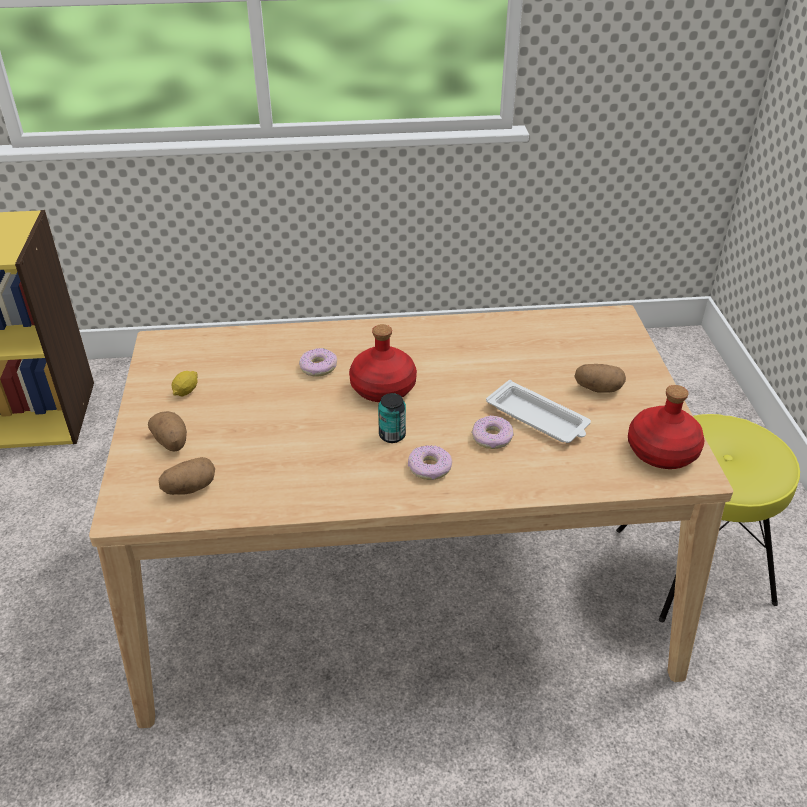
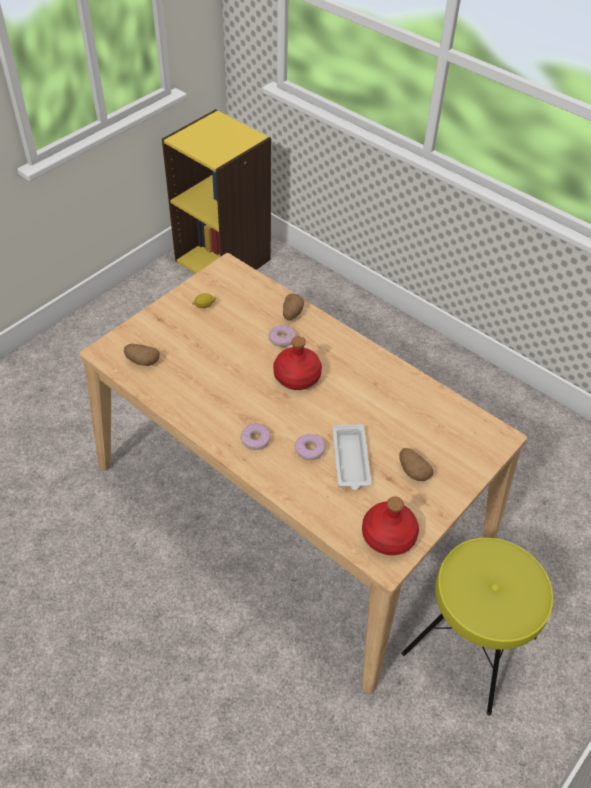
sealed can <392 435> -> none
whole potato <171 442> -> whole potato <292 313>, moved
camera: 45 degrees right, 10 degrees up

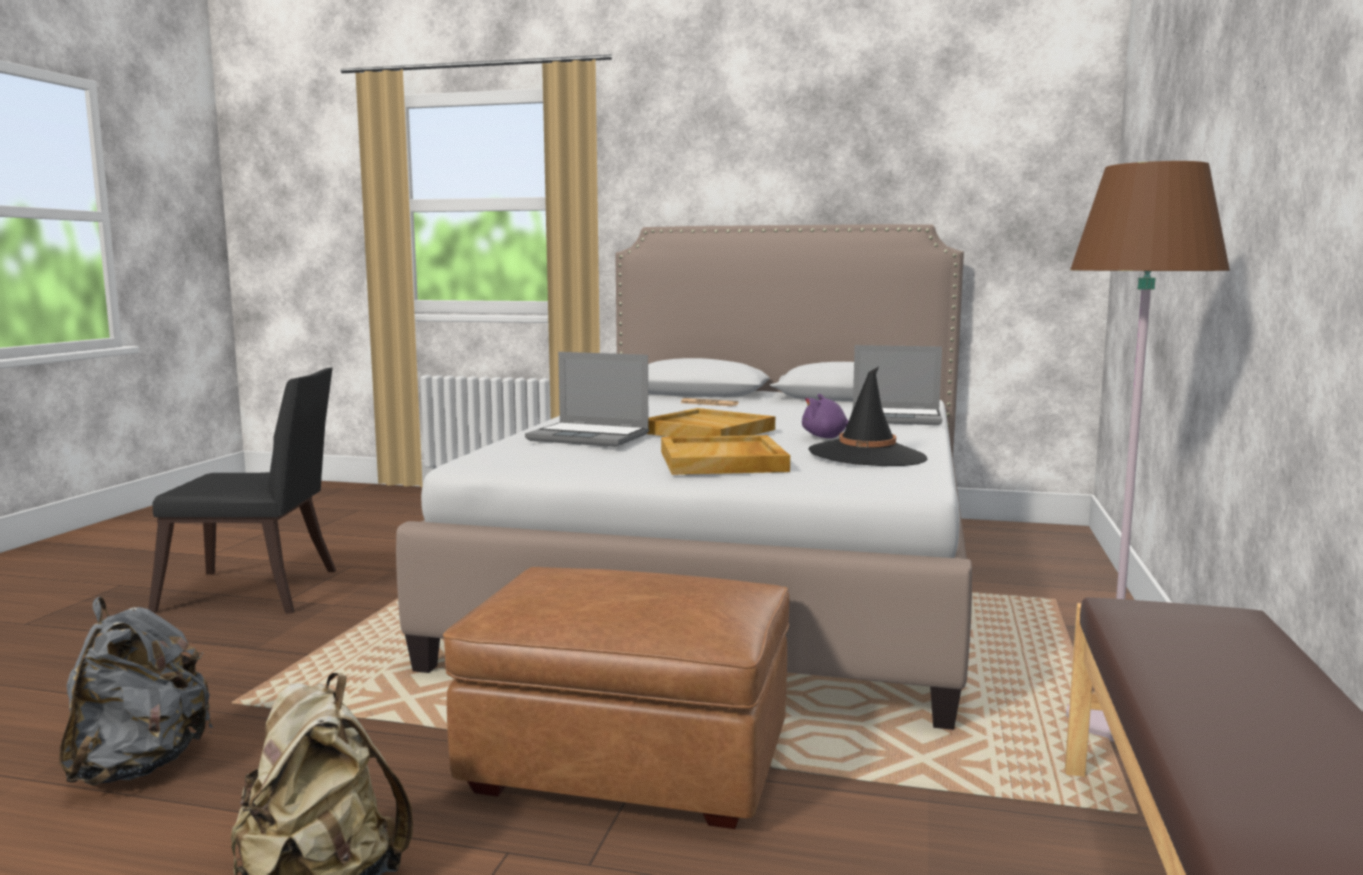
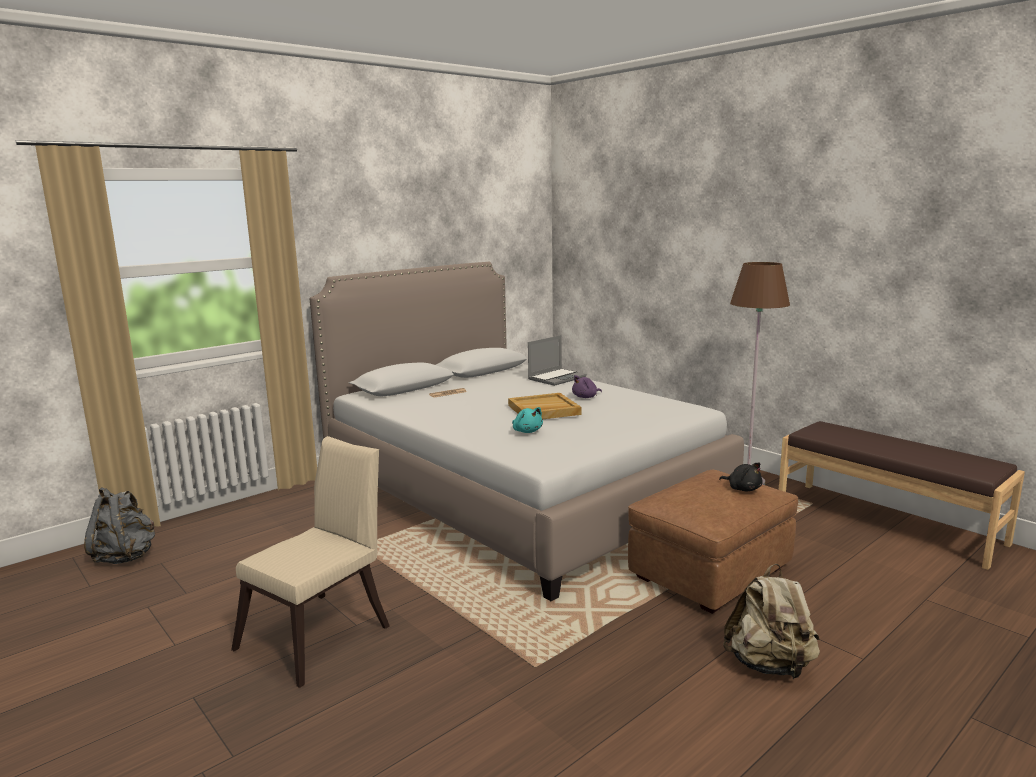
beige-coloured carrying tray <723 461> -> none
black-coloured hat <867 456> -> none
none -> black-coloured soft toy <743 489>
grey rucksack <139 766> -> grey rucksack <126 557>, moved
notebook computer <590 437> -> turquoise soft toy <527 431>
black-coloured upright chair <259 593> -> beige-coloured upright chair <322 633>
camera: 55 degrees left, 5 degrees up

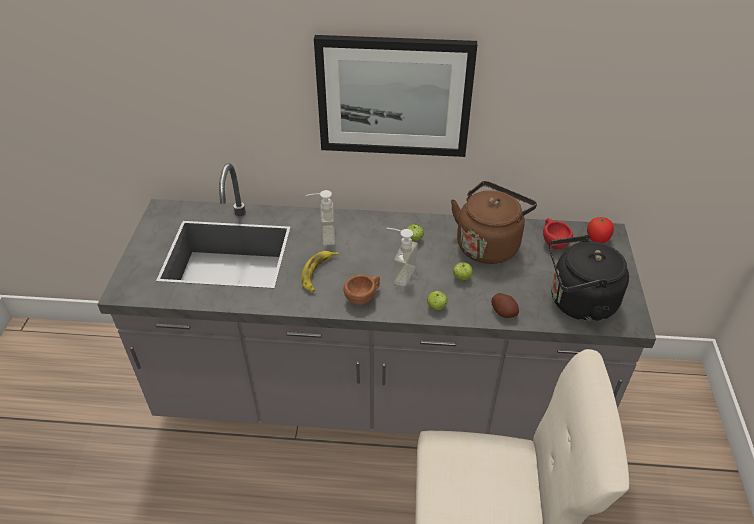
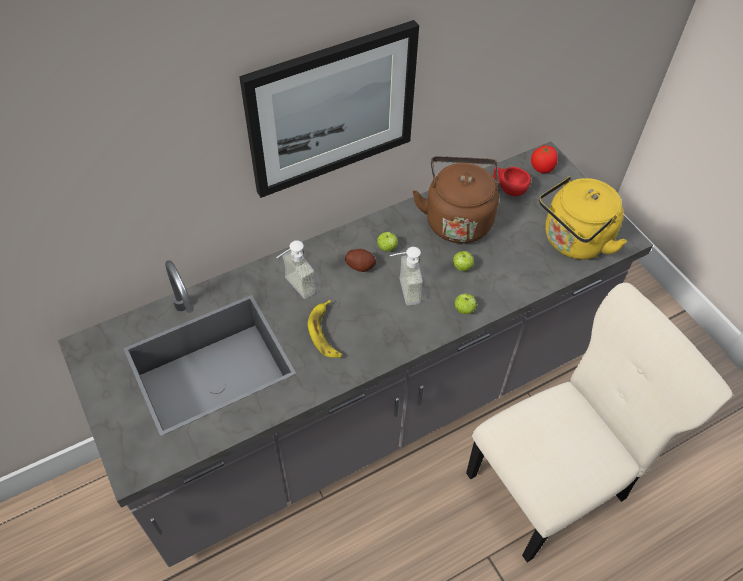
brown-coloured drinking cup <363 297> -> none
whole potato <504 312> -> whole potato <360 265>, moved
black-coloured tea kettle <578 303> -> yellowish tea kettle <573 242>
camera: 35 degrees left, 10 degrees up

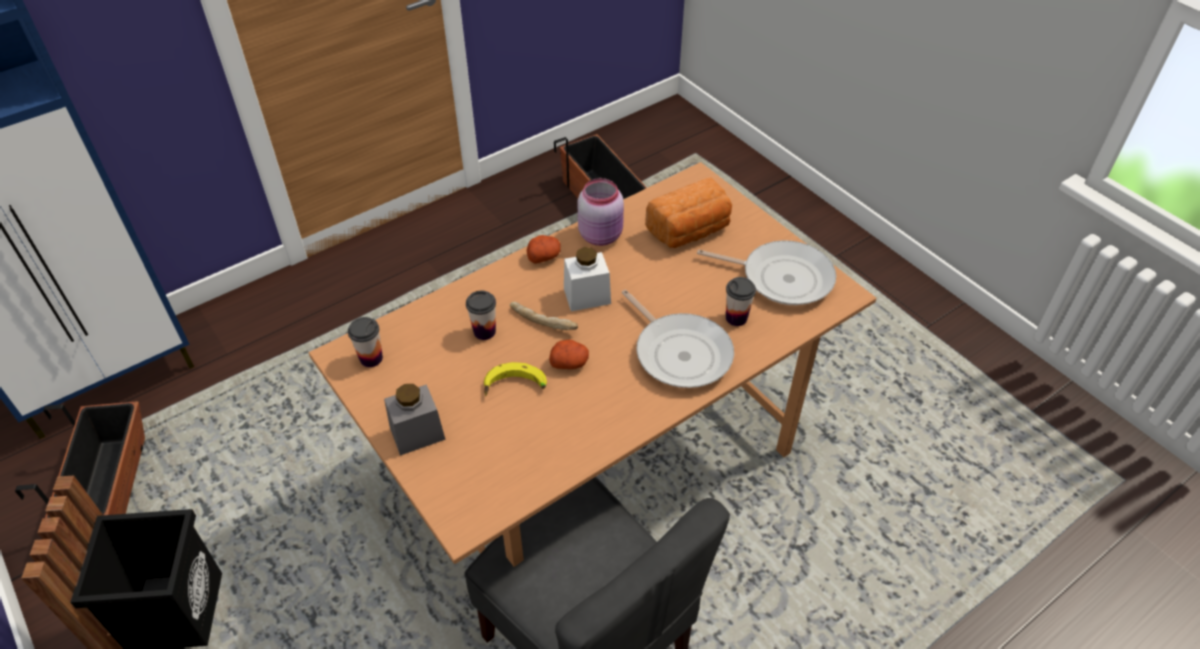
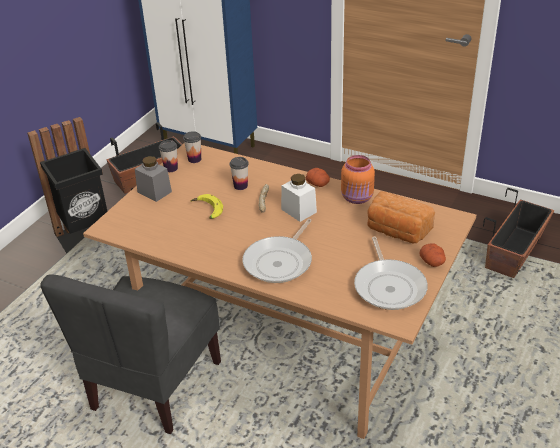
whole potato <569 362> -> whole potato <432 262>, moved
drinking cup <736 318> -> drinking cup <171 168>, moved
pinkish jar <602 235> -> orange jar <357 198>
camera: 65 degrees right, 10 degrees down

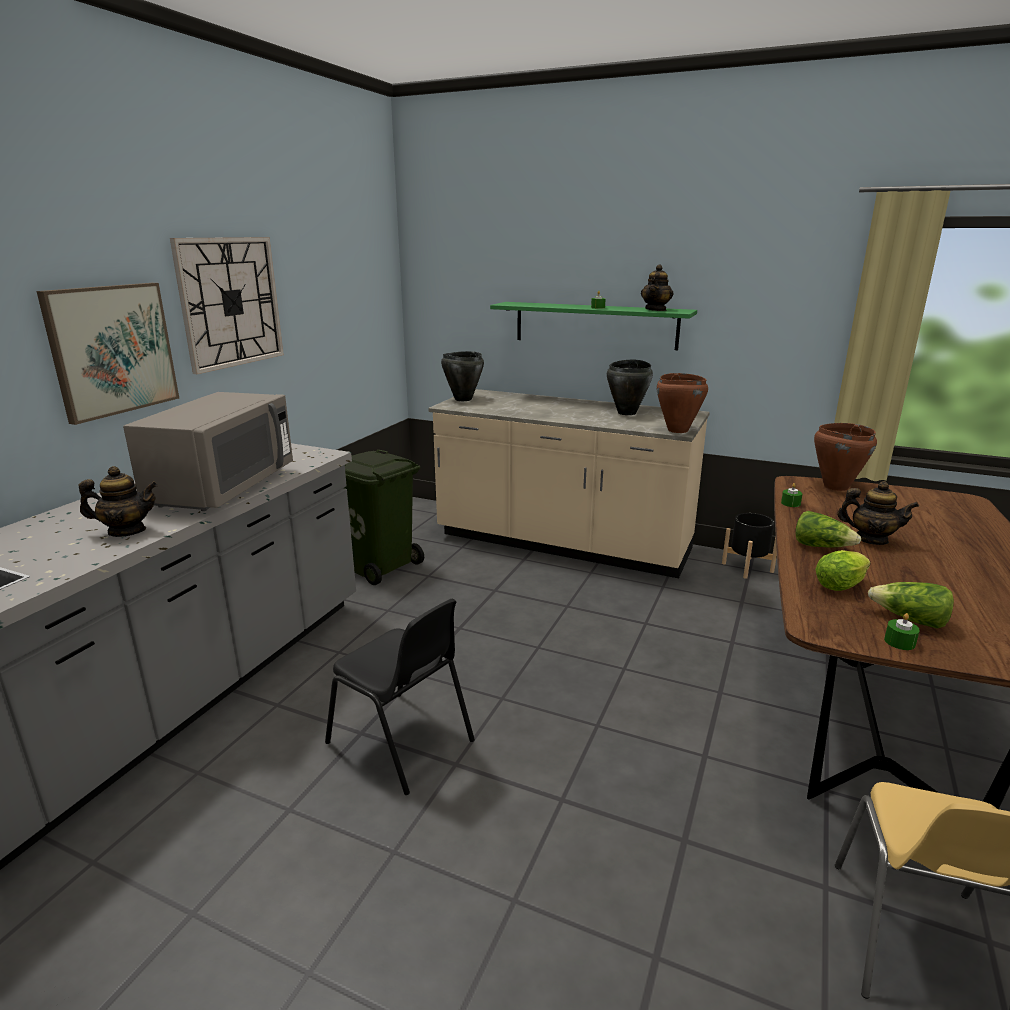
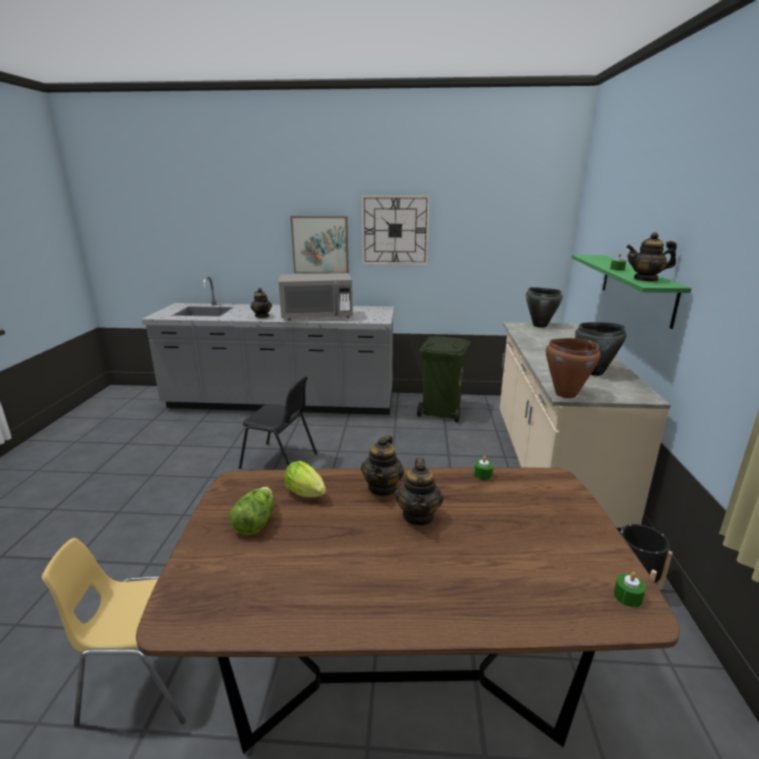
brown-coloured cooking pot <835 487> -> none
green candle <899 642> -> green candle <627 596>, moved
lettuce head <821 546> -> tea pot <382 488>
black-coloured upright chair <402 742> -> black-coloured upright chair <280 461>, 90 degrees counterclockwise
camera: 70 degrees right, 0 degrees up

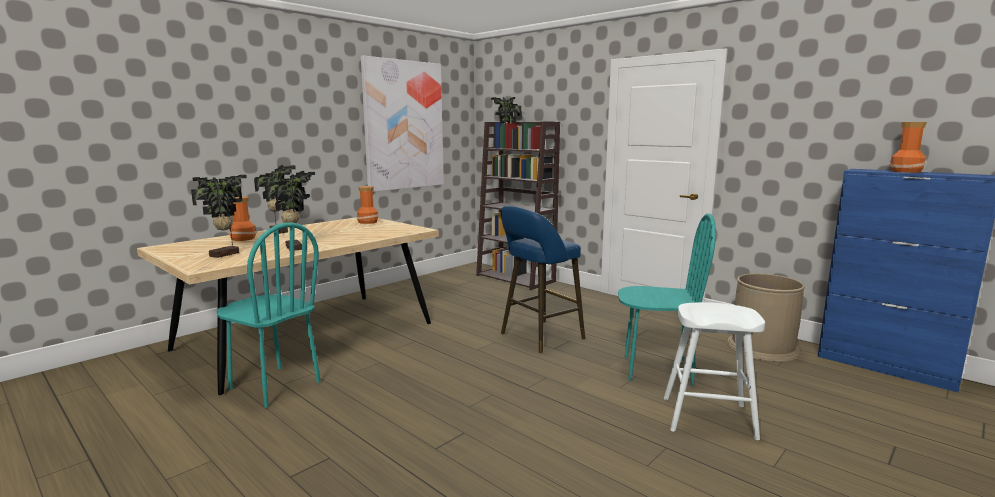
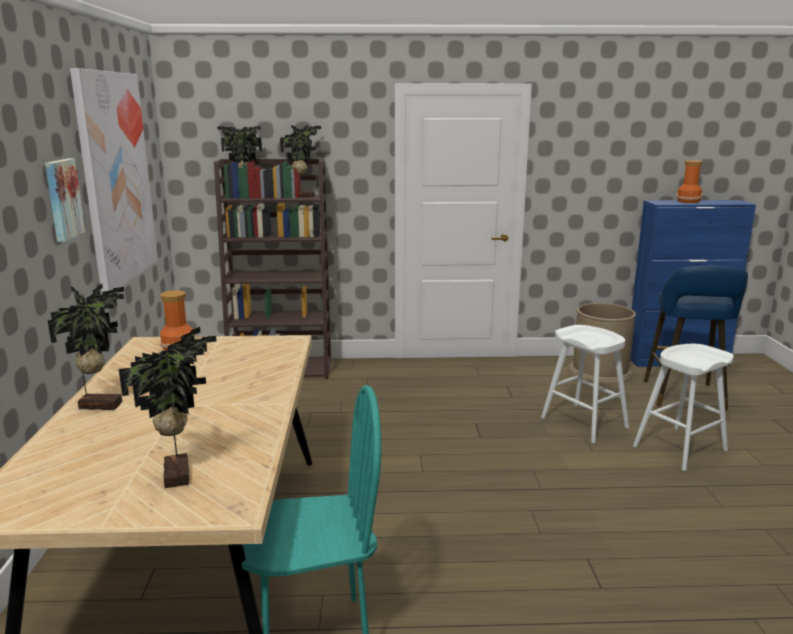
vase <242 239> -> none
none -> picture <62 199>
potted plant <295 248> -> potted plant <302 196>, moved
blue stool seat <538 337> -> blue stool seat <685 397>, moved
turquoise upright chair <657 370> -> white stool seat <584 423>
camera: 45 degrees left, 5 degrees up

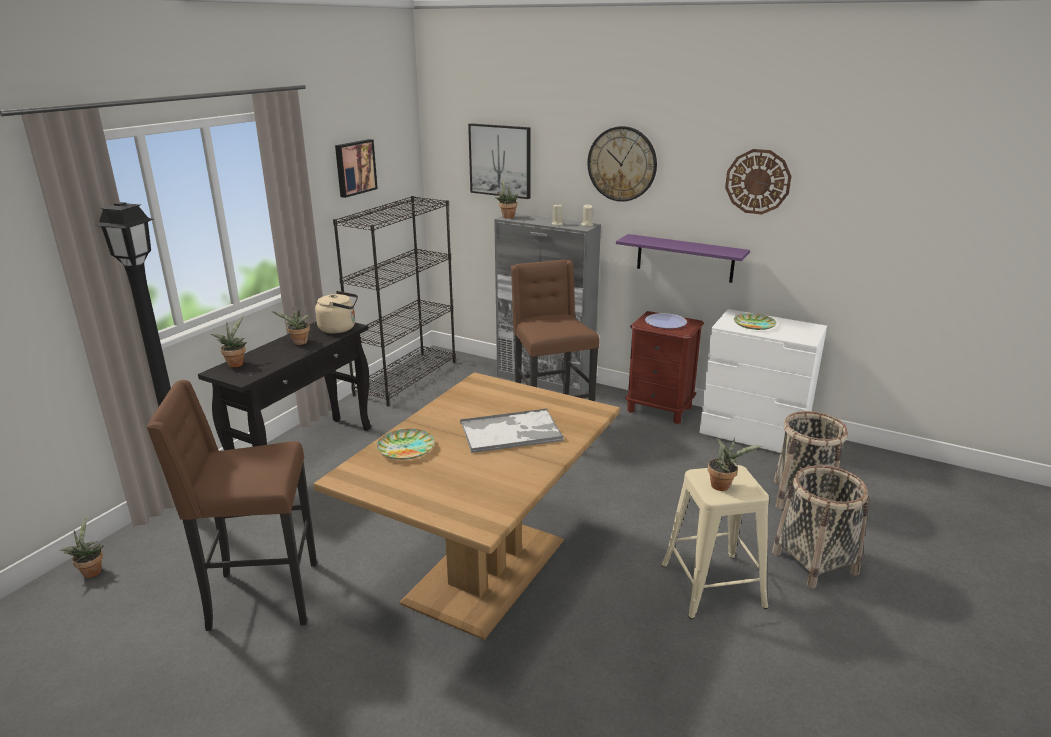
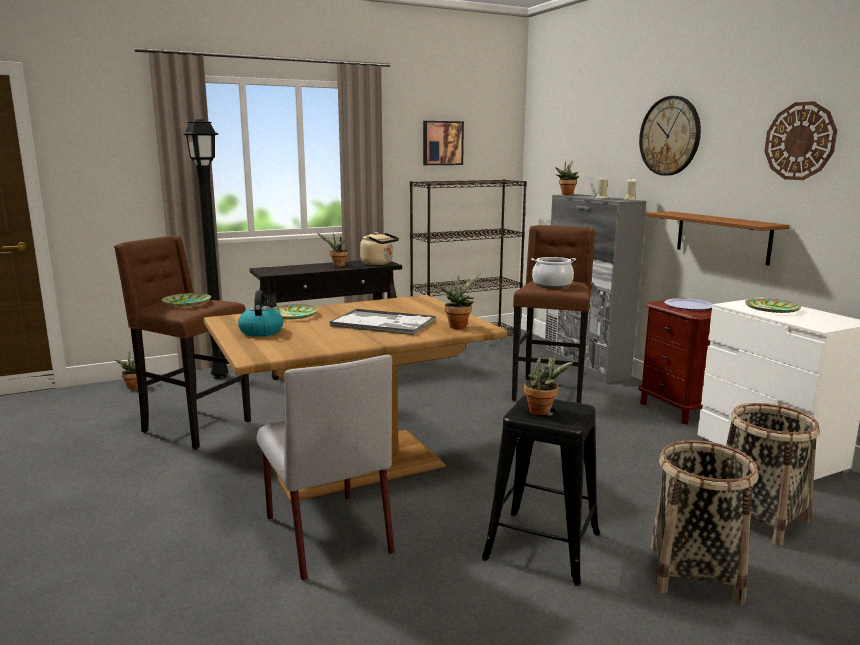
picture <500 160> -> none
none -> dinner plate <186 303>
none -> tea kettle <261 331>
none -> grey upright chair <326 533>
none -> cooking pot <552 284>
potted plant <235 363> -> potted plant <458 326>, moved
purplish shelf <685 258> -> brown-coloured shelf <722 237>
beige-coloured stool seat <712 585> -> black-coloured stool seat <543 546>
camera: 35 degrees right, 10 degrees down

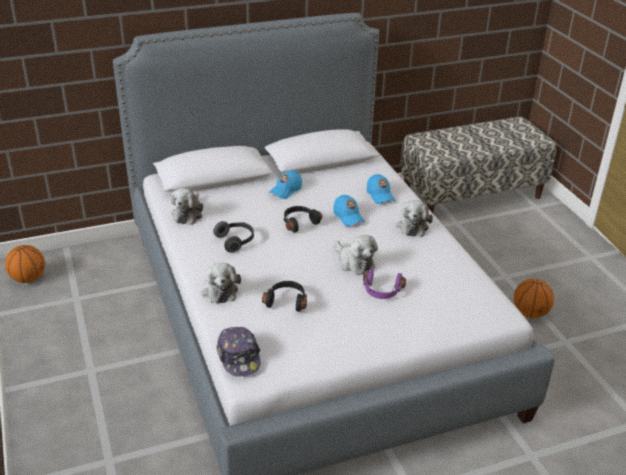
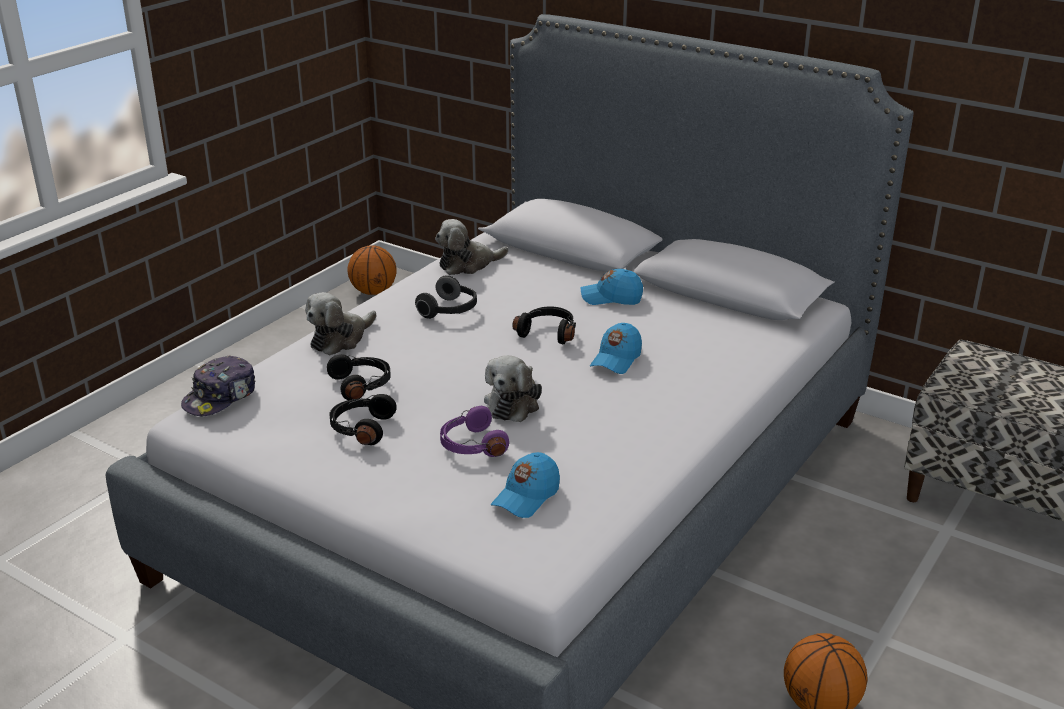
soft toy <412 225> -> none
none -> black-coloured pair of headphones <361 428>
blue baseball cap <380 195> -> blue baseball cap <526 497>, moved
camera: 55 degrees right, 5 degrees down

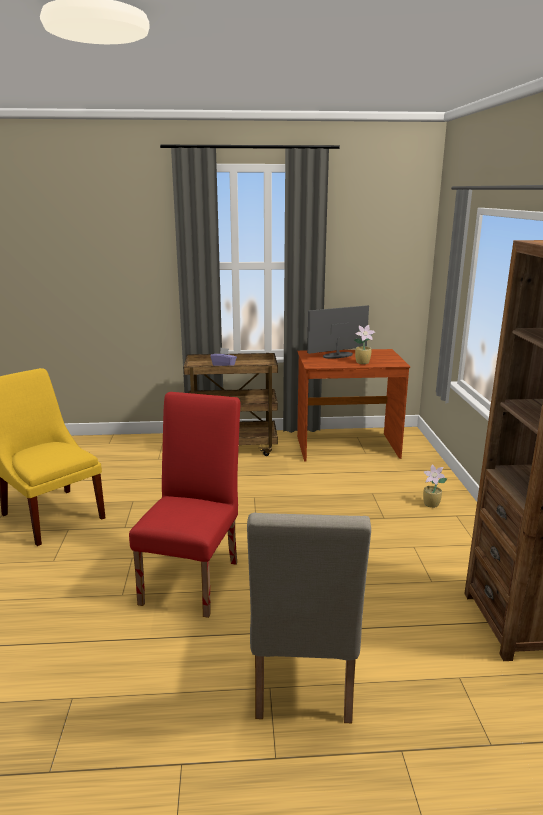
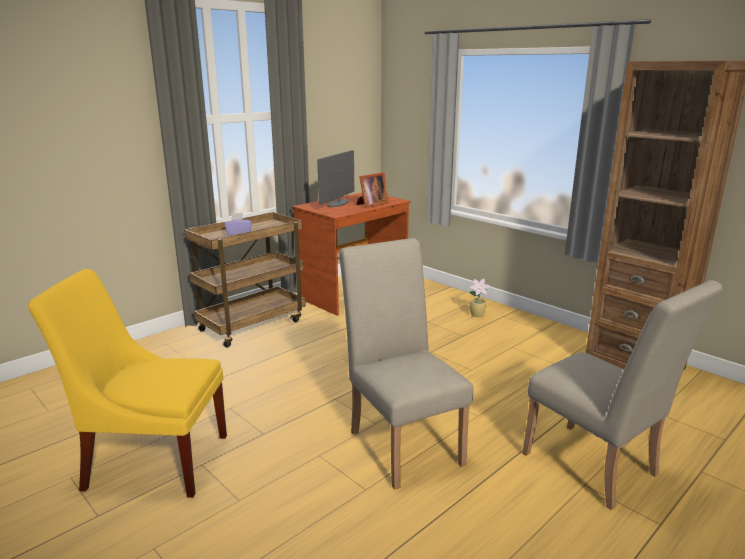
potted plant <363 362> -> photo frame <371 204>
reddish upright chair <194 577> -> beige-coloured upright chair <402 442>
camera: 40 degrees left, 0 degrees up

